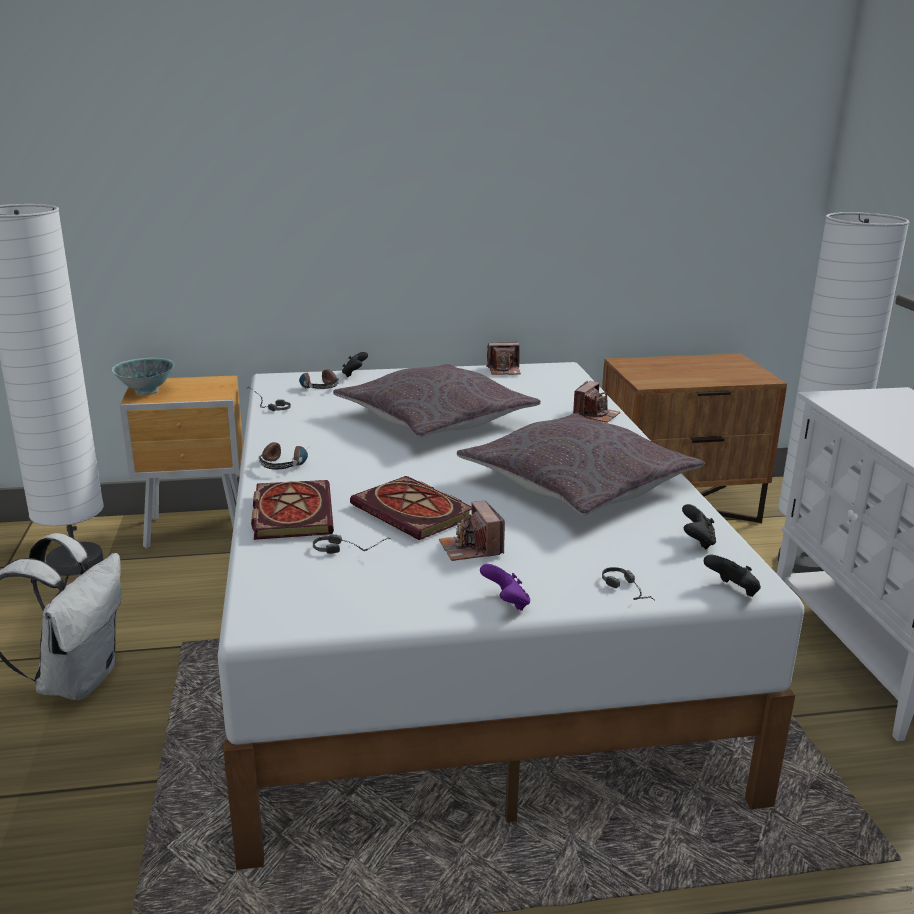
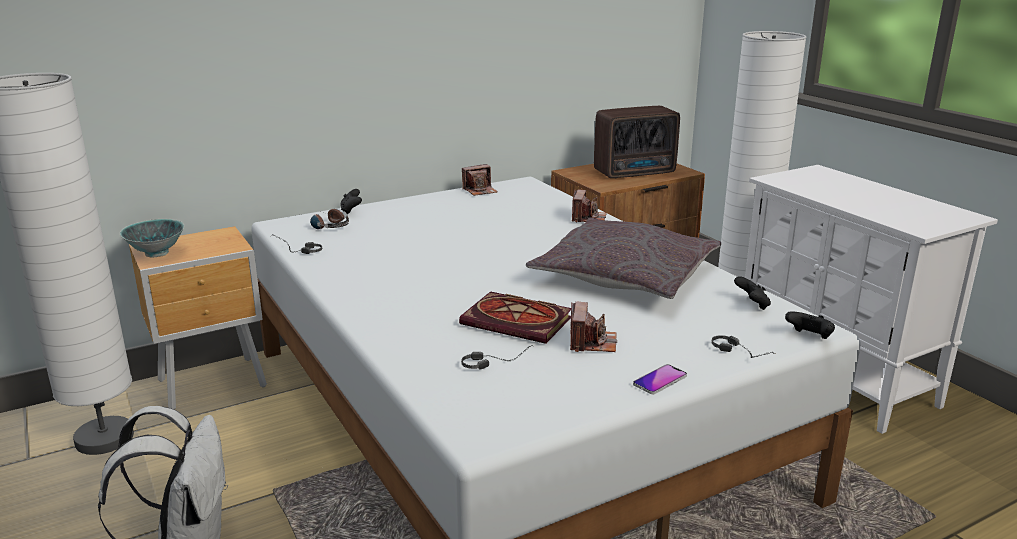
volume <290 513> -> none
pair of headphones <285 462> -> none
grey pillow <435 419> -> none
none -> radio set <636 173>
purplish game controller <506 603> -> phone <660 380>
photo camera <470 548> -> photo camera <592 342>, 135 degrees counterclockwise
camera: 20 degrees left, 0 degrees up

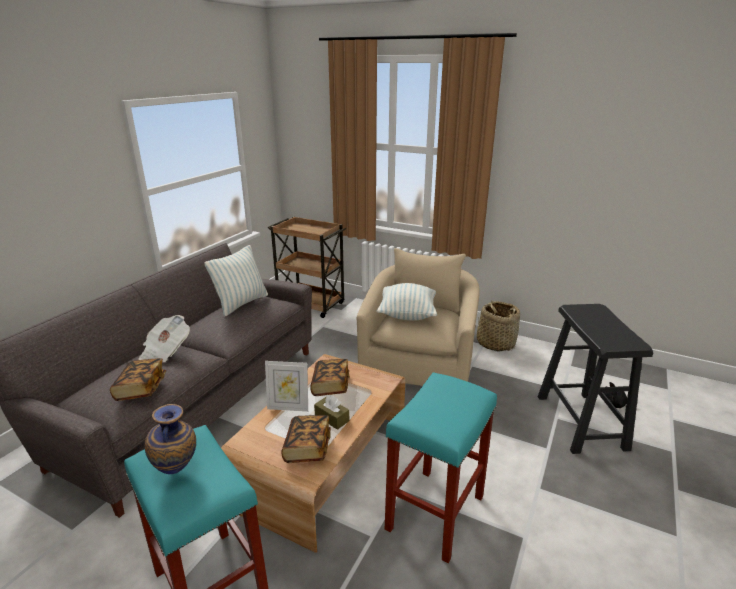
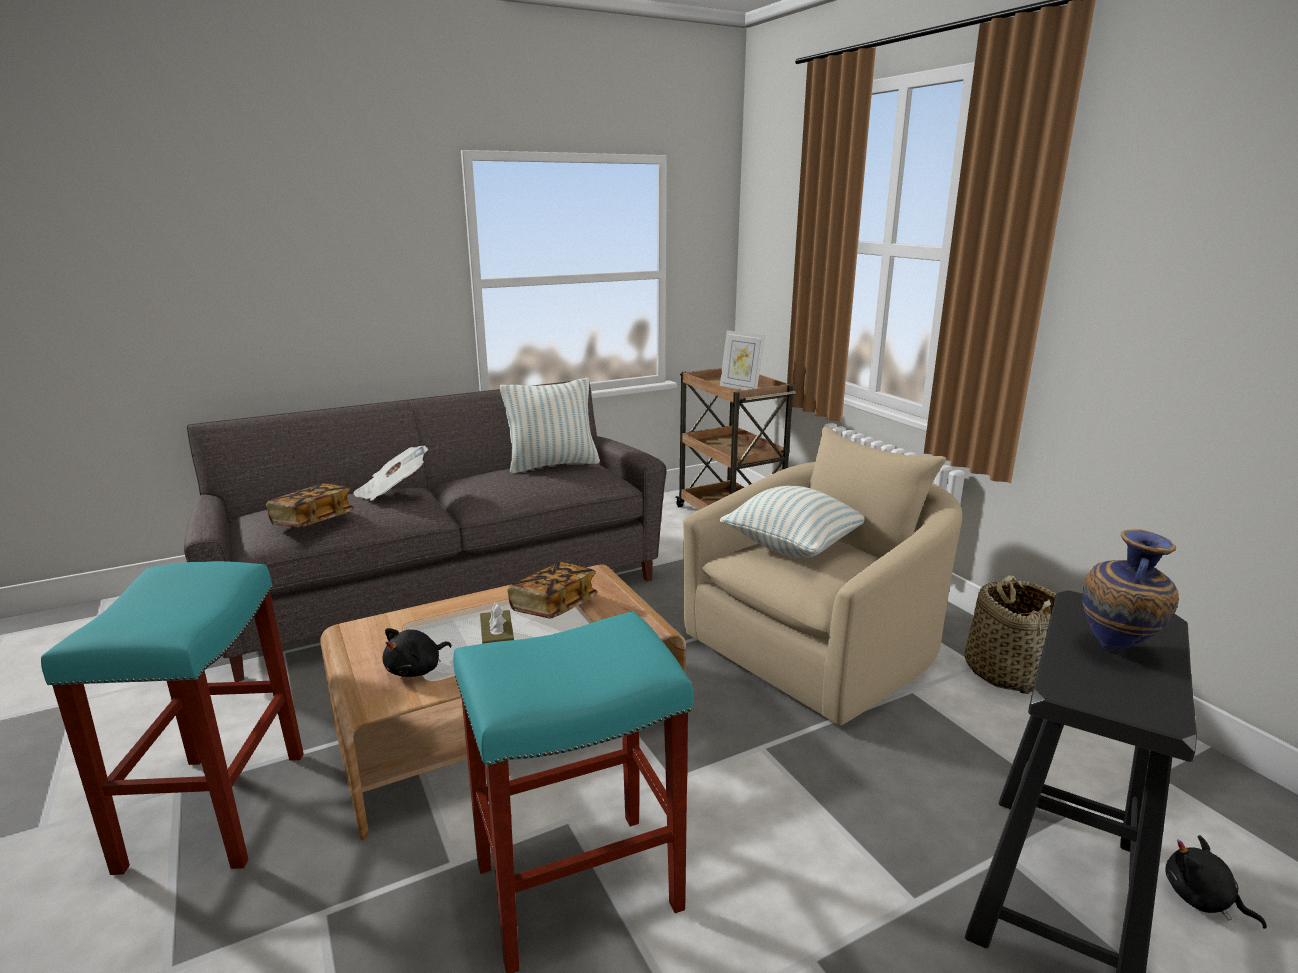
vase <177 472> -> vase <1116 650>, moved
photo frame <288 407> -> photo frame <740 388>, moved
volume <307 448> -> black-coloured soft toy <417 669>
camera: 35 degrees right, 5 degrees down

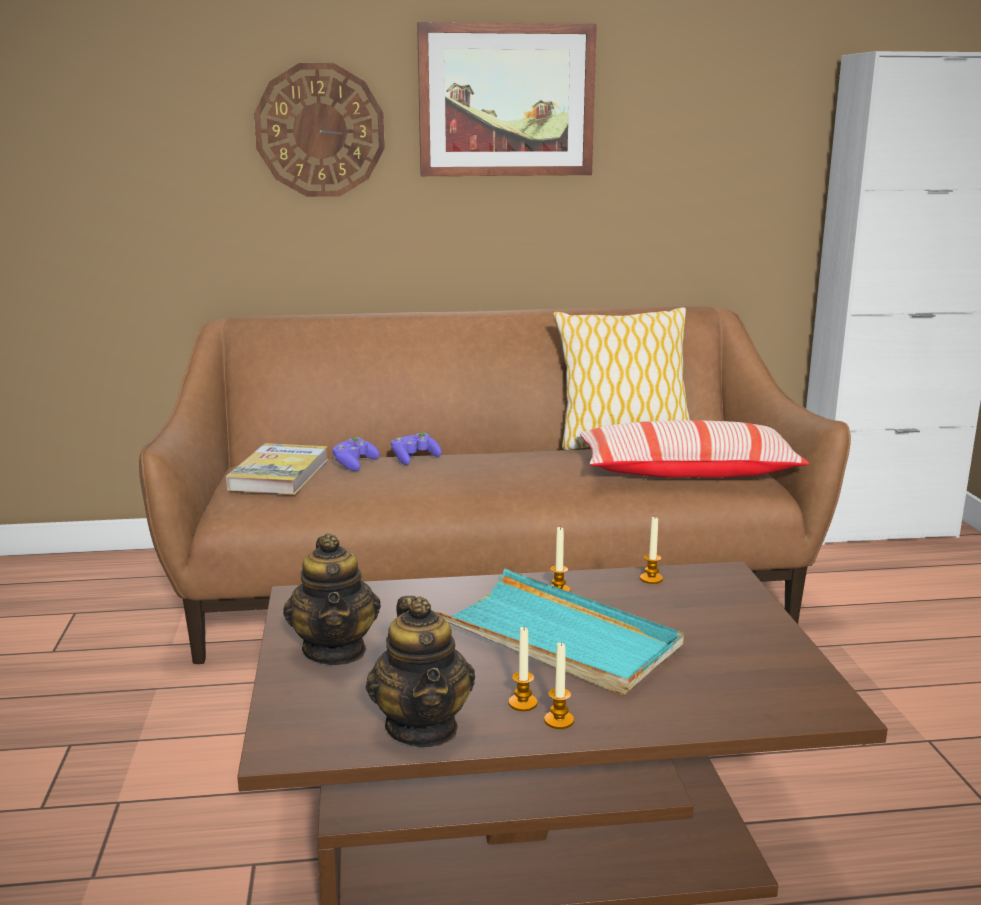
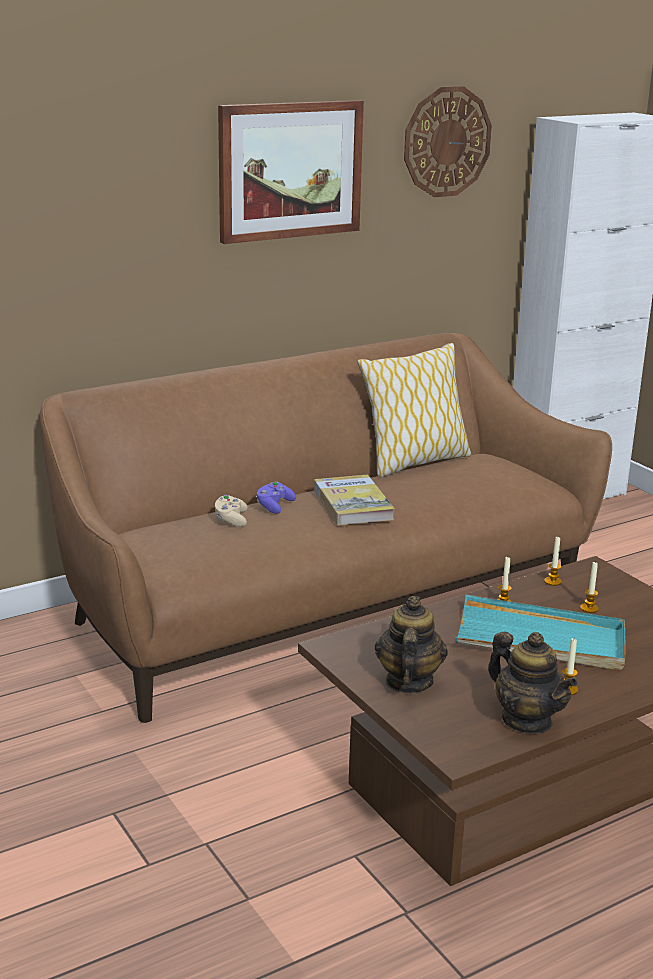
pillow <687 471> -> none
volume <279 474> -> volume <352 504>, moved
wall clock <320 131> -> wall clock <447 142>, moved
candle <559 720> -> candle <589 608>, moved
purplish game controller <354 464> -> beige-coloured game controller <231 520>
tea pot <335 650> -> tea pot <408 681>, 135 degrees counterclockwise
camera: 25 degrees left, 5 degrees up

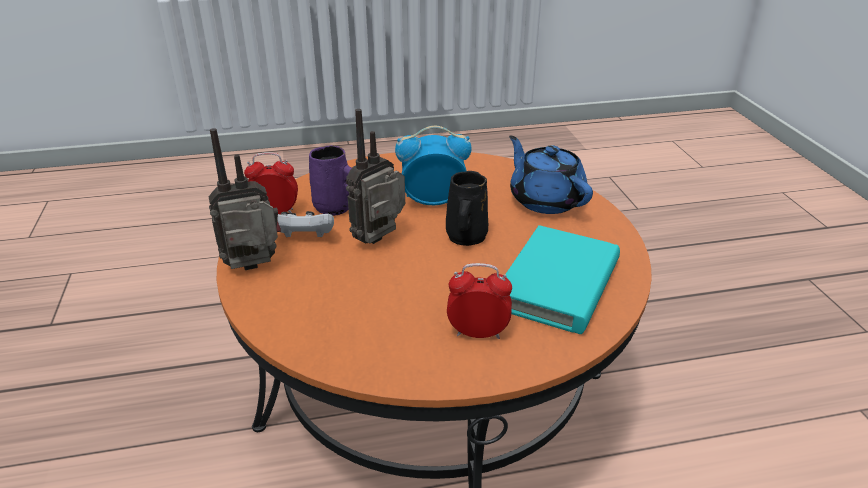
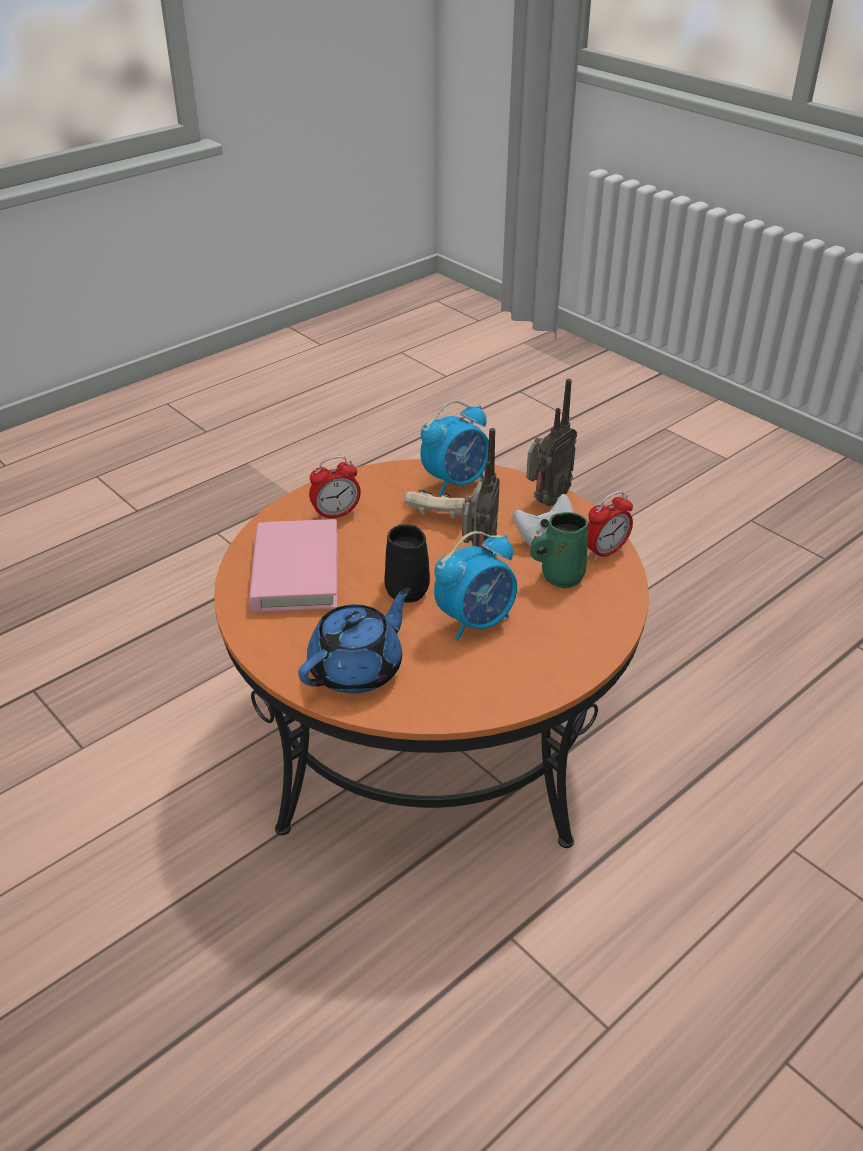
none -> beige-coloured game controller <437 517>
none -> bedside clock <456 481>
purplish mug <335 208> -> green mug <559 576>
turquoise volume <558 284> -> pinkish volume <295 571>
blue tea pot <545 200> -> blue tea pot <358 669>, 75 degrees counterclockwise
camera: 150 degrees right, 5 degrees up

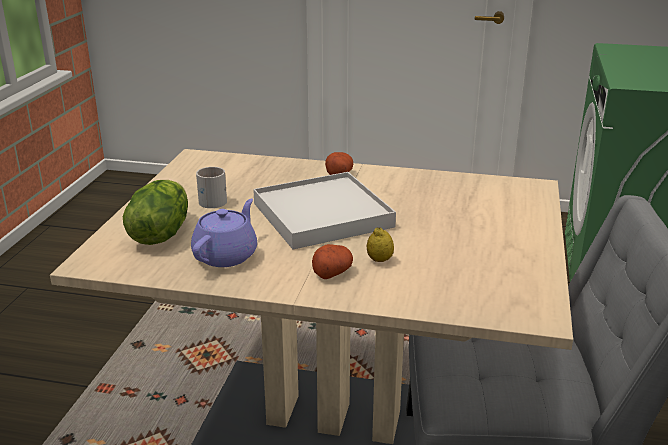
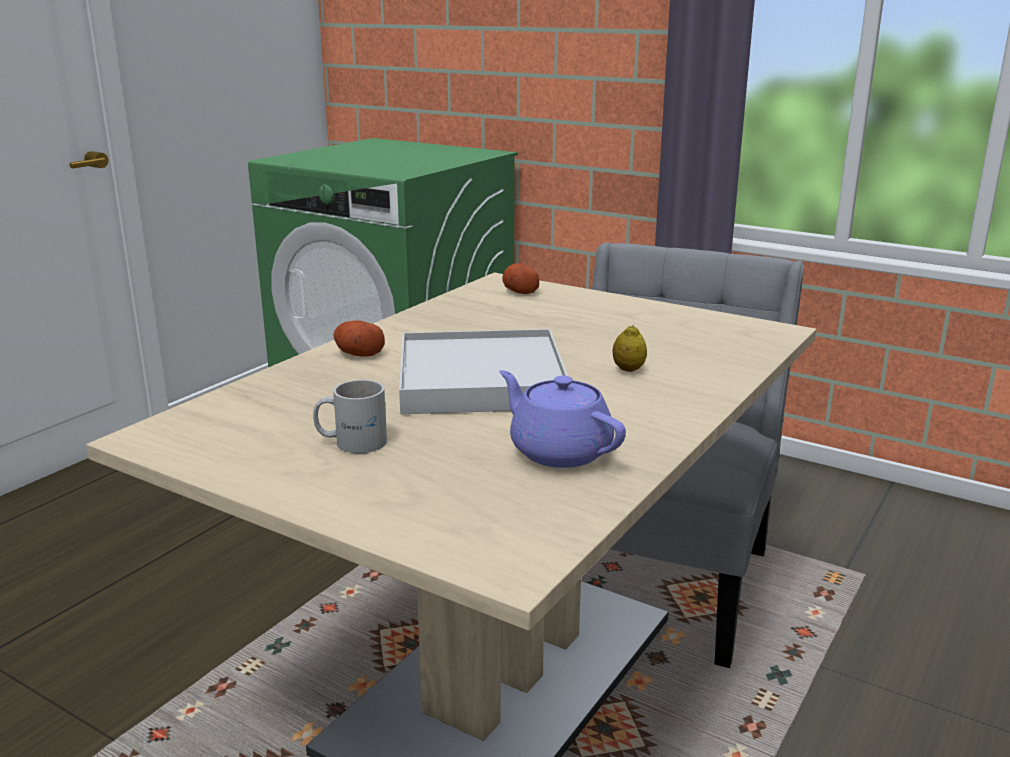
lettuce head <160 234> -> none
whole potato <332 272> -> whole potato <519 291>, moved
camera: 70 degrees left, 5 degrees down

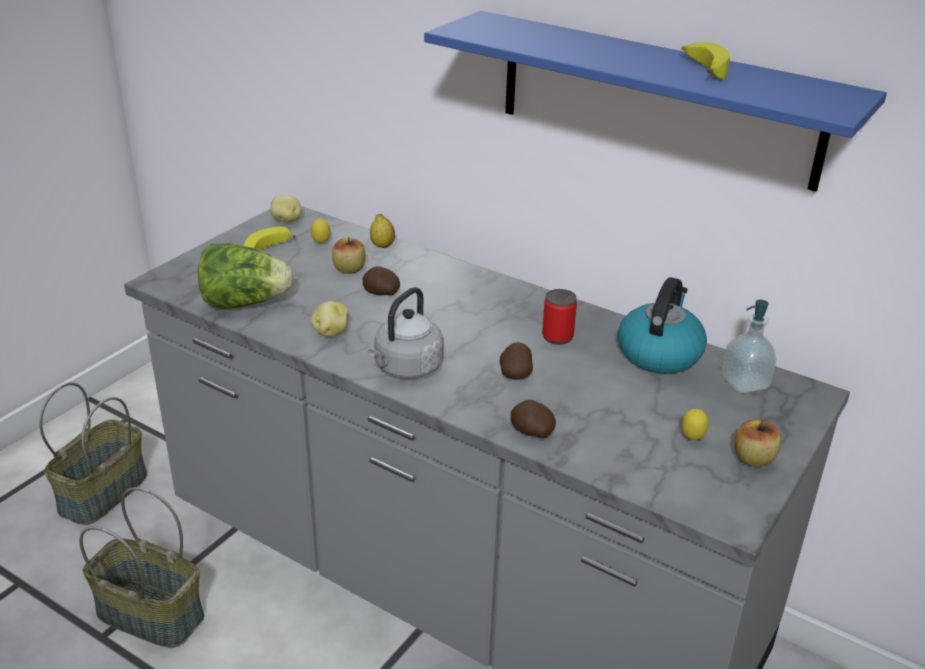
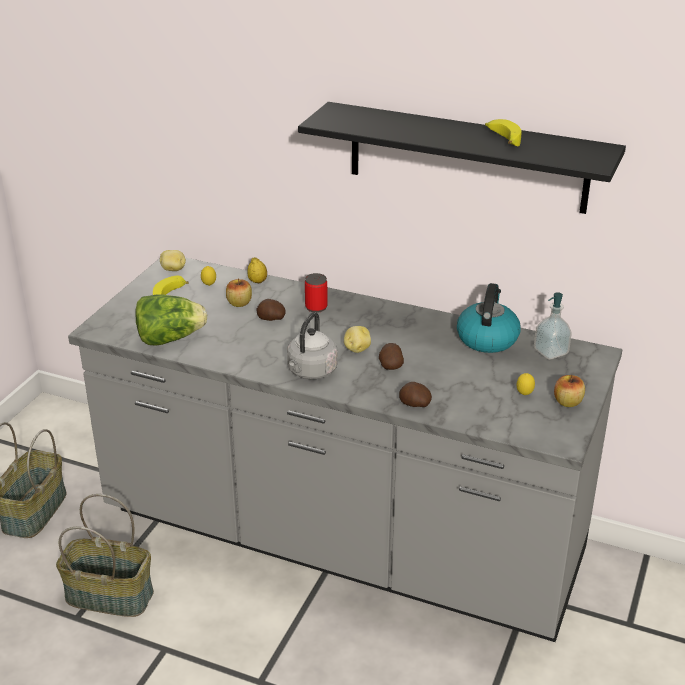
whole potato <330 332> -> whole potato <356 349>, moved
sealed can <557 337> -> sealed can <316 307>, moved
blue shelf <656 99> -> black-coloured shelf <467 157>
camera: 10 degrees left, 0 degrees up

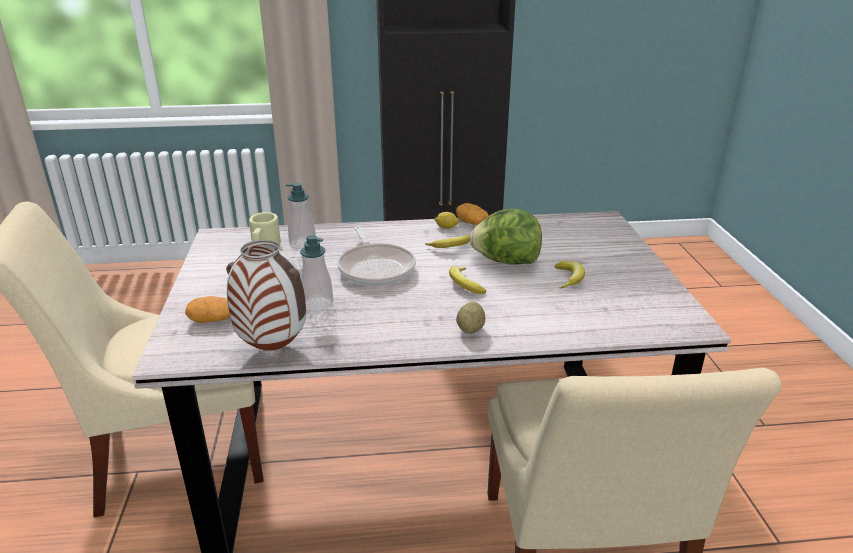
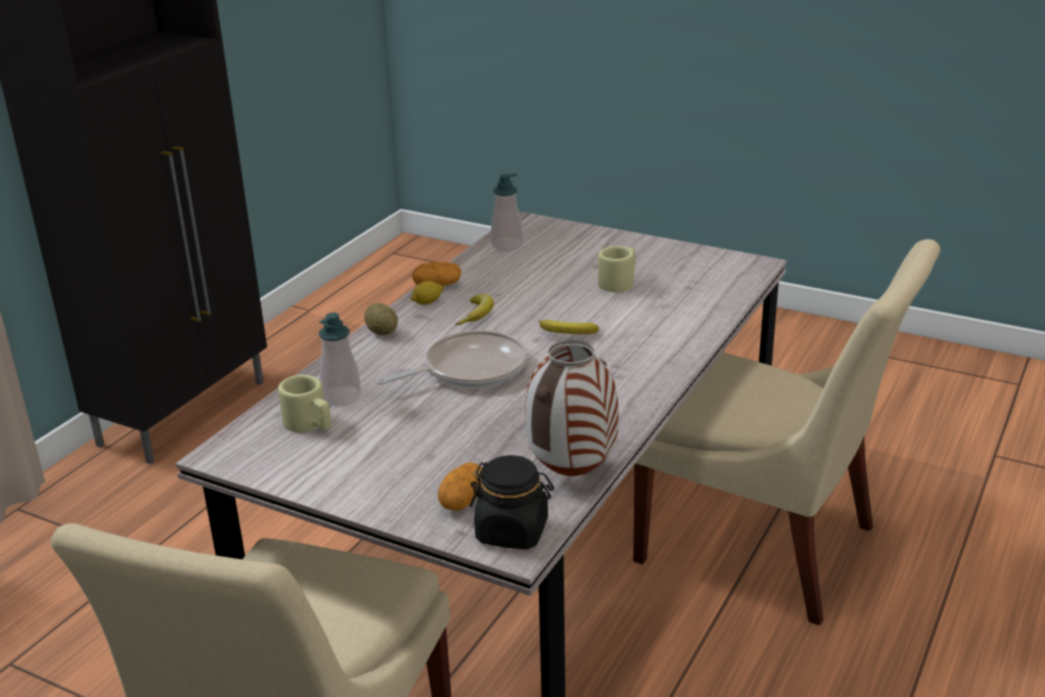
lettuce head <506 261> -> none
none -> black-coloured jar <512 531>
soap bottle <317 304> -> soap bottle <507 245>, moved
whole potato <470 329> -> whole potato <382 332>, moved
banana fruit <569 278> -> beige-coloured mug <619 282>
skillet <376 268> -> skillet <469 369>, 45 degrees counterclockwise
camera: 55 degrees left, 0 degrees up

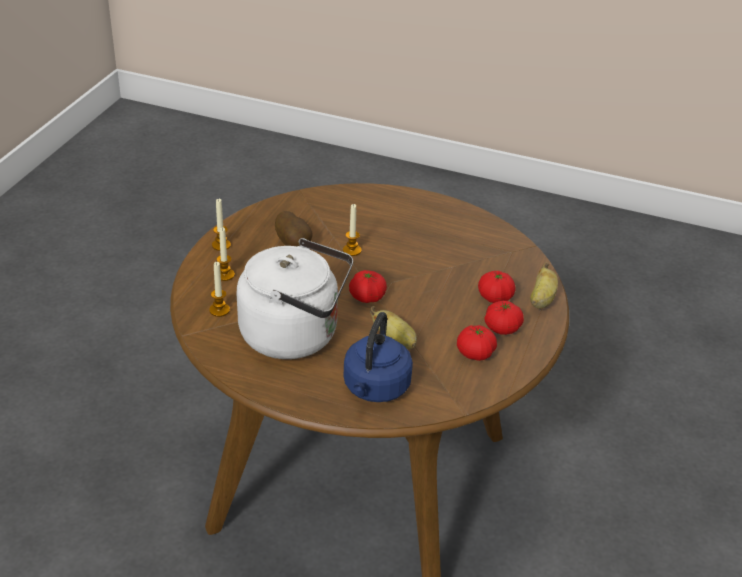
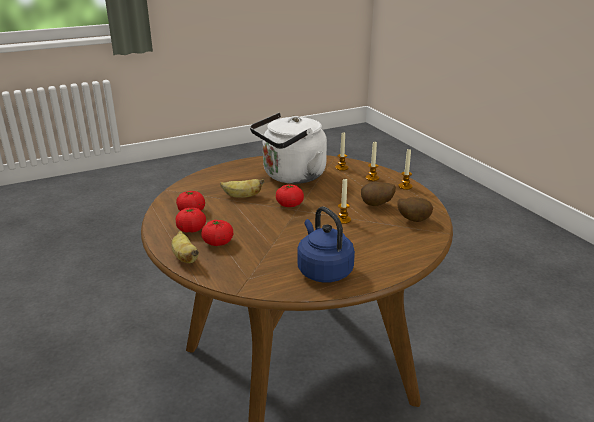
none -> whole potato <412 220>
blue tea kettle <375 389> -> blue tea kettle <323 270>, moved
camera: 135 degrees right, 10 degrees down

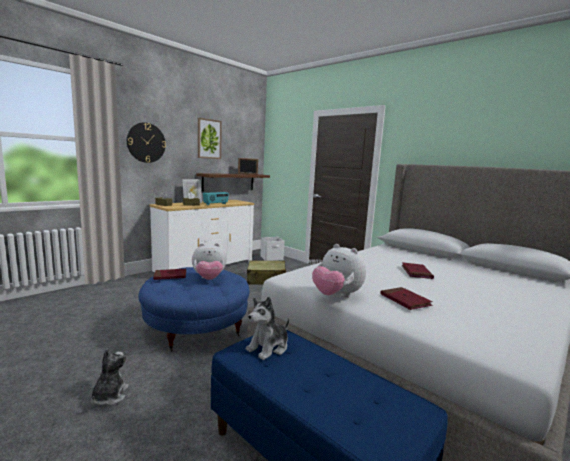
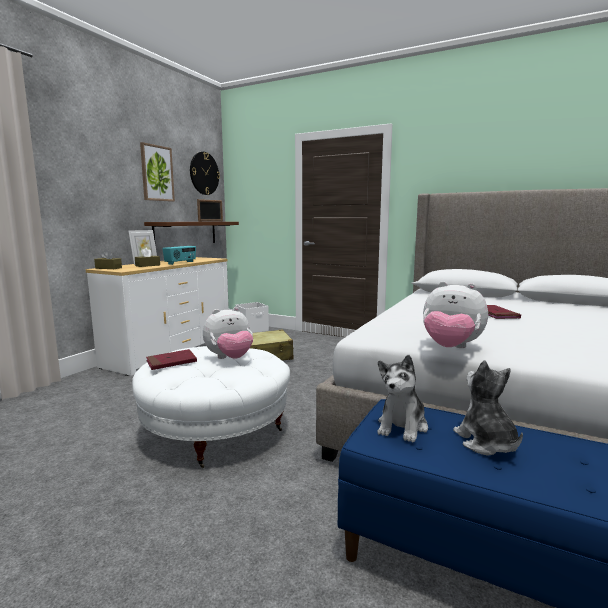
reddish volume <405 300> -> none
soft toy <109 396> -> soft toy <486 443>, moved
wall clock <146 142> -> wall clock <204 173>, moved
blue pouffe <196 328> -> white pouffe <216 430>
camera: 15 degrees left, 0 degrees up

